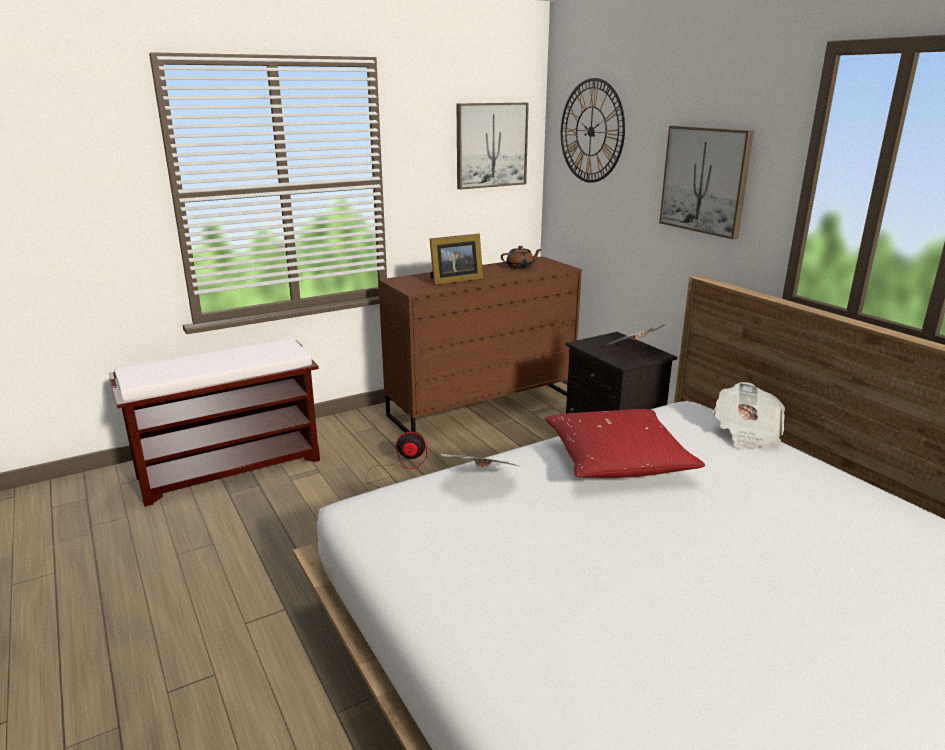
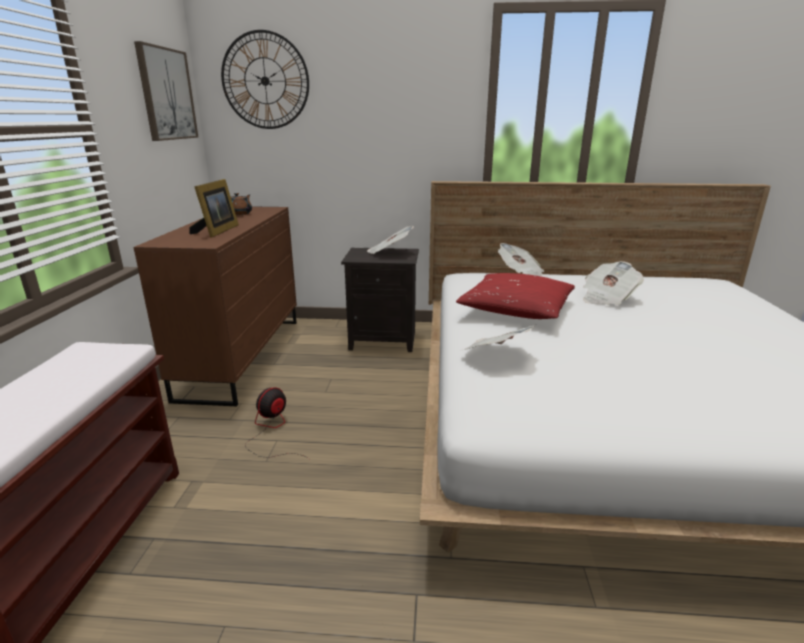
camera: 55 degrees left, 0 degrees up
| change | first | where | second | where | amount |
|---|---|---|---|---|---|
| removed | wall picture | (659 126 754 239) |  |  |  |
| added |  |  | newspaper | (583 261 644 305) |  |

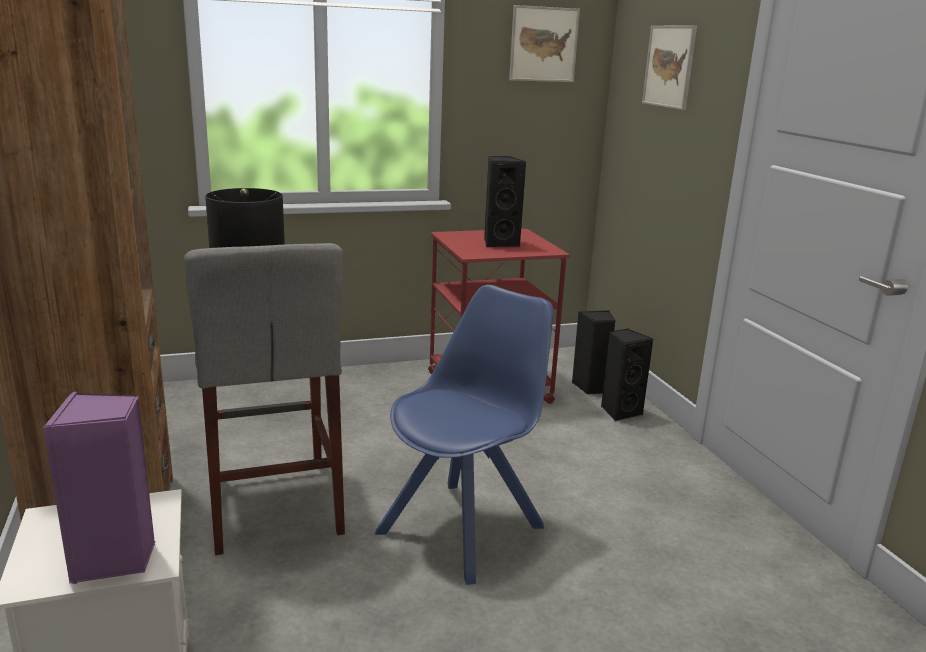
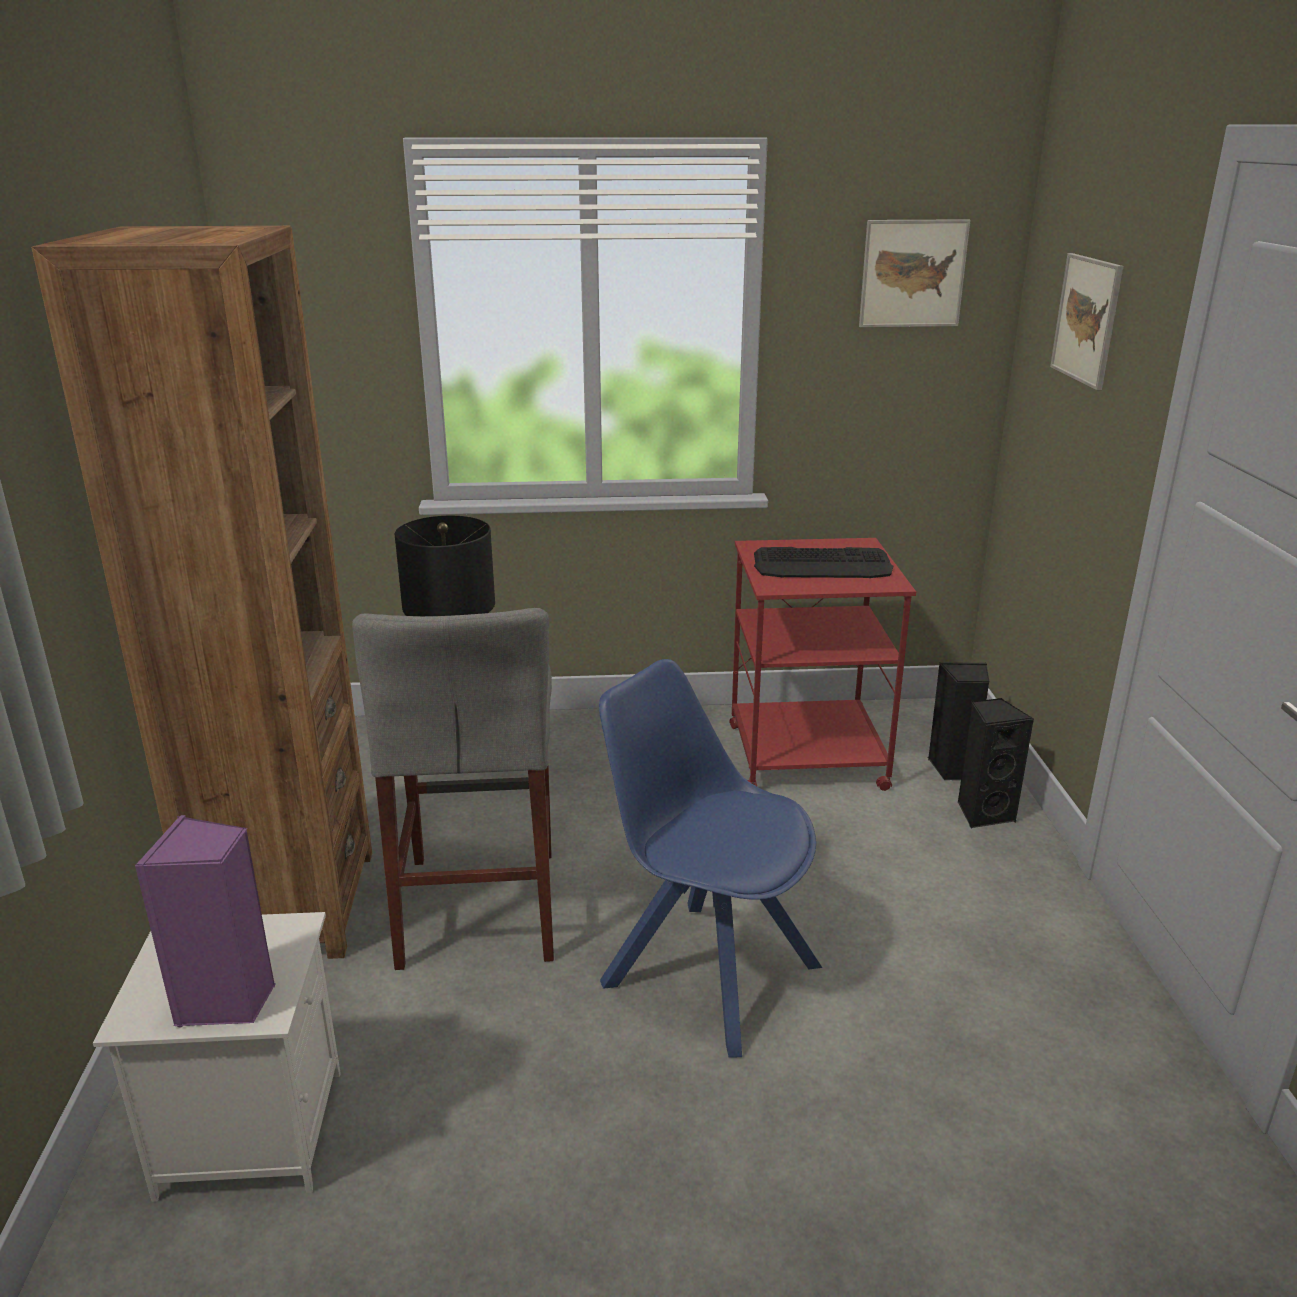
camera: 15 degrees right, 5 degrees up
| change | first | where | second | where | amount |
|---|---|---|---|---|---|
| turned | plain chair/blue-coloured | (375 285 553 585) |  | (599 659 822 1058) | 105 degrees counterclockwise |
| replaced | loudspeaker/black | (484 156 526 247) | keyboard | (754 547 893 578) |  |

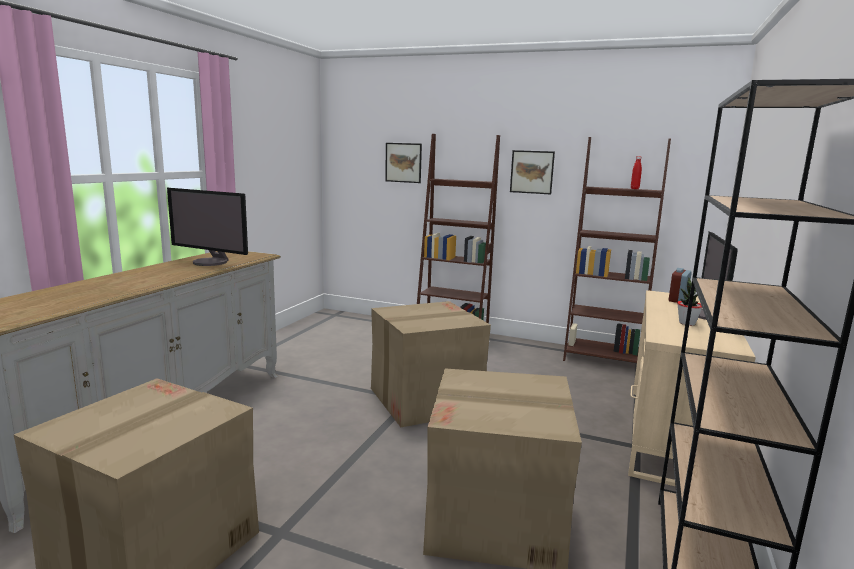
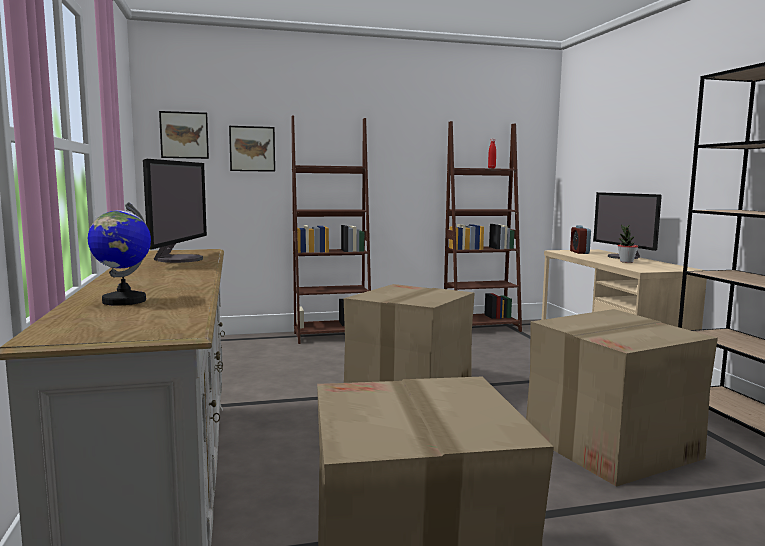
camera: 35 degrees left, 5 degrees down
| change | first | where | second | where | amount |
|---|---|---|---|---|---|
| turned | monitor | (167 188 248 266) |  | (143 159 207 263) | 75 degrees counterclockwise |
| moved | wall picture | (510 150 555 194) |  | (159 111 209 159) |  |
| added |  |  | globe | (88 202 151 306) |  |

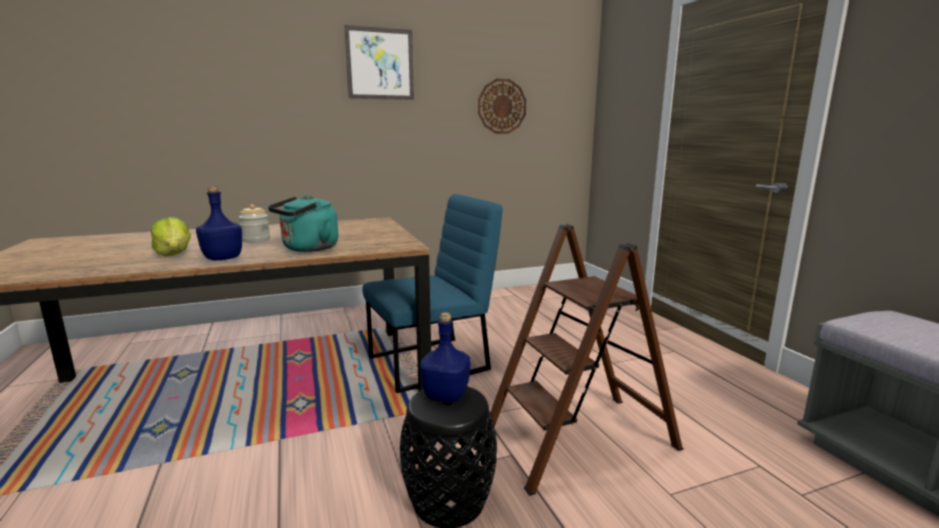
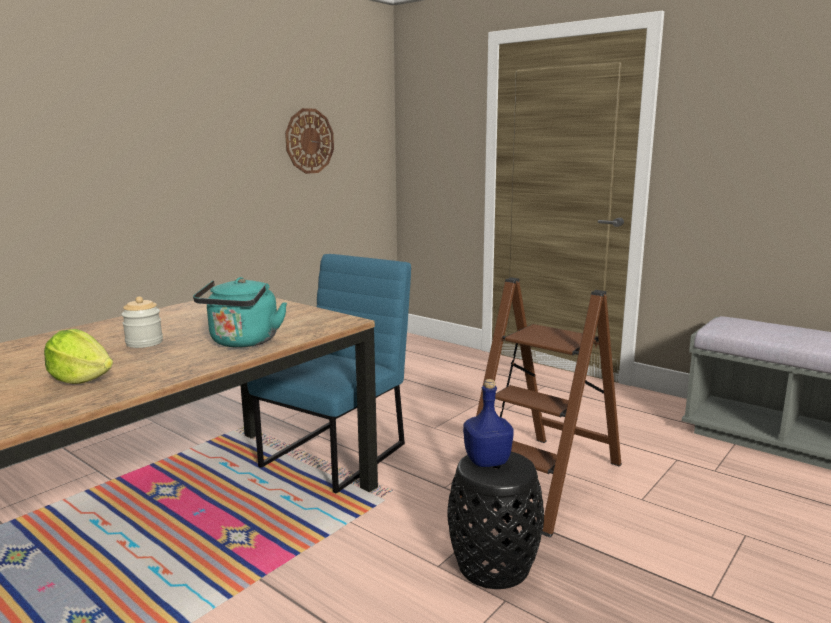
camera: 30 degrees left, 0 degrees up
| change | first | where | second | where | amount |
|---|---|---|---|---|---|
| removed | drink bottle/blue-coloured | (196 186 242 260) |  |  |  |
| removed | wall picture | (344 25 414 100) |  |  |  |

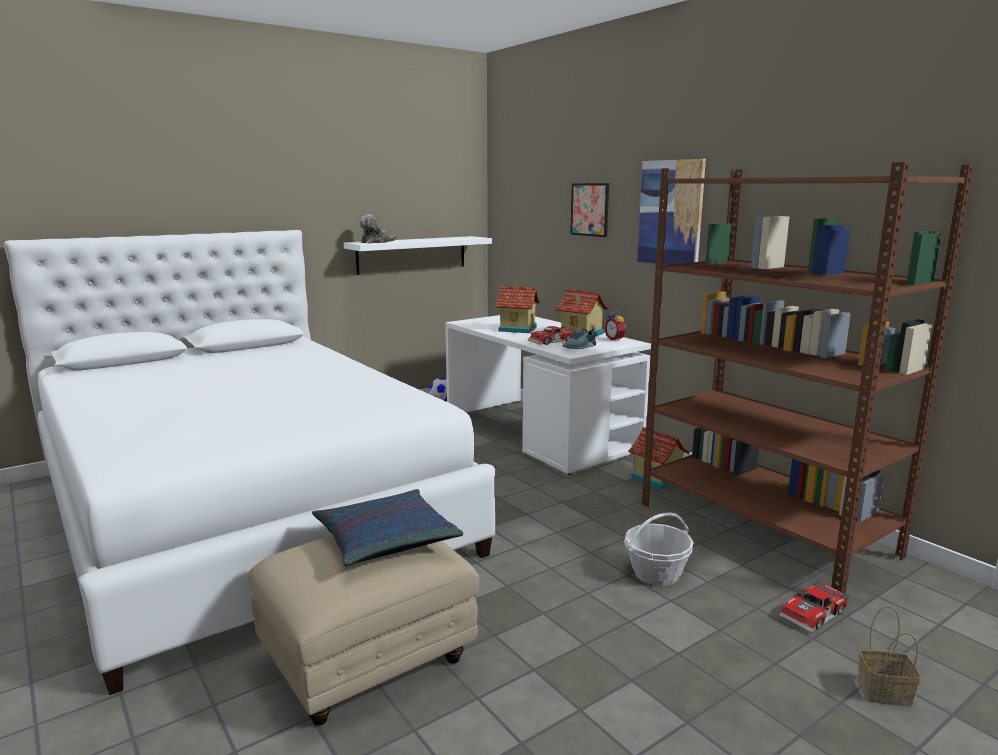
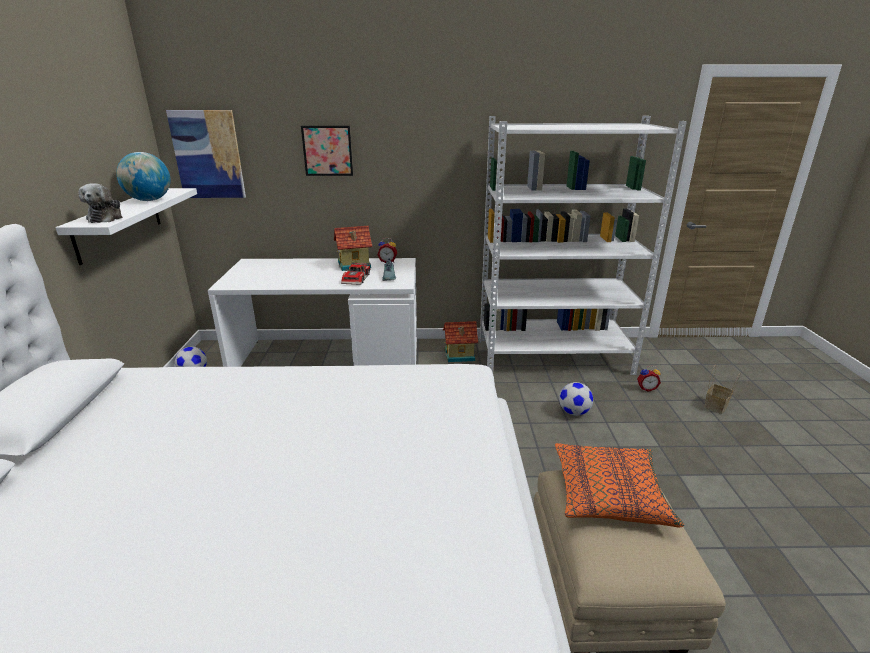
camera: 55 degrees left, 10 degrees up
| change | first | where | second | where | amount |
|---|---|---|---|---|---|
| recoloured | cushion/blue-coloured | (312 489 463 567) | cushion/orange-coloured | (555 443 684 527) |  |
| removed | model house | (495 286 540 333) |  |  |  |
| replaced | household basket | (624 513 694 586) | ball for football | (559 382 593 416) |  |
| moved | wall picture | (637 159 706 265) |  | (166 110 246 198) |  |
| recoloured | bookshelf/brownish | (642 162 974 598) | bookshelf/white-coloured | (480 116 687 375) |  |
| replaced | miniature car | (779 580 850 633) | bedside clock | (637 366 661 392) |  |
| added |  |  | globe | (116 152 170 201) |  |

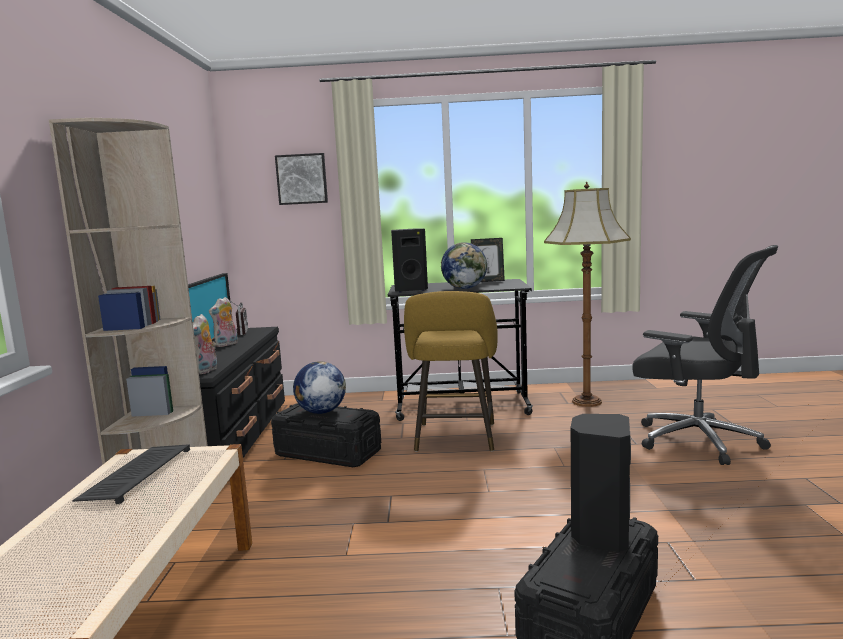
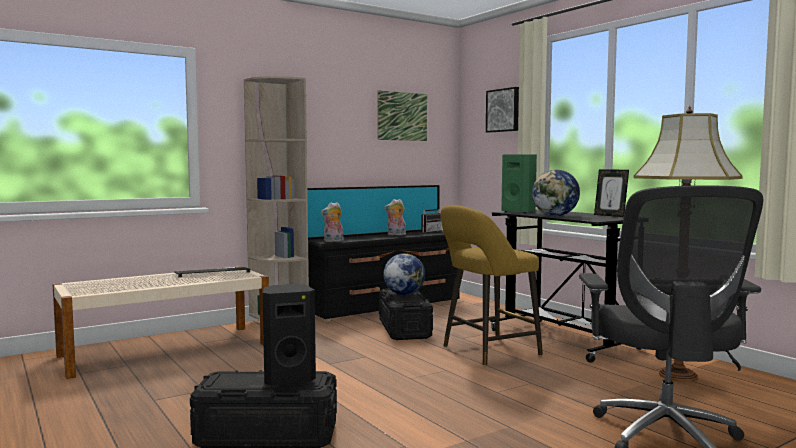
camera: 55 degrees right, 5 degrees down
| change | first | where | second | where | amount |
|---|---|---|---|---|---|
| recoloured | loudspeaker/black | (391 228 428 293) | loudspeaker/green-coloured | (501 154 537 213) |  |
| added |  |  | wall picture | (377 90 427 141) |  |

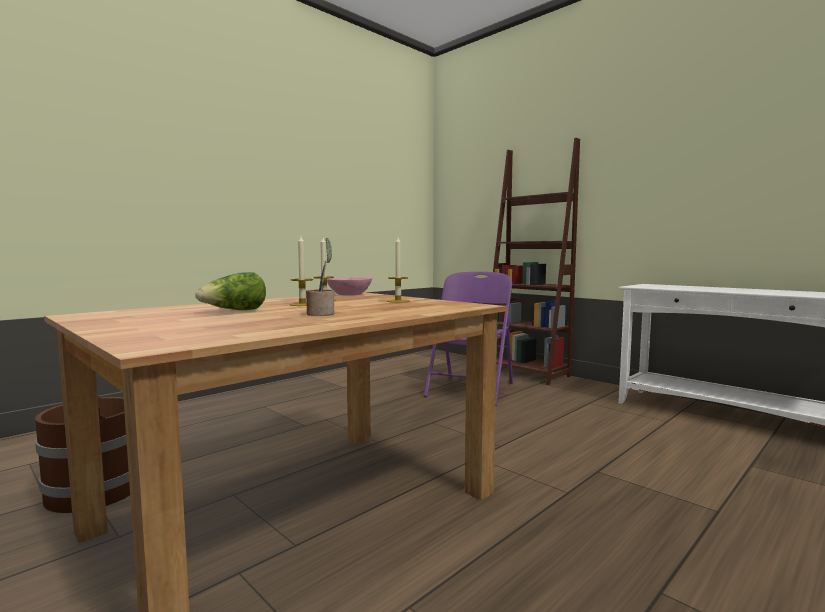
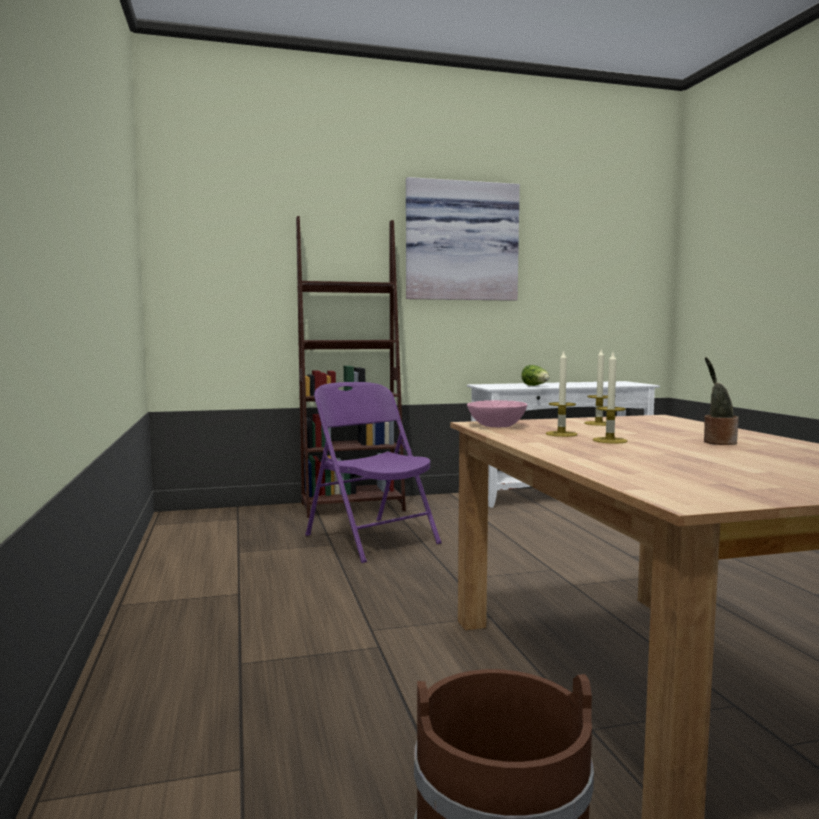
camera: 60 degrees left, 0 degrees up
| change | first | where | second | where | amount |
|---|---|---|---|---|---|
| moved | lettuce head | (195 272 266 310) |  | (521 365 550 386) |  |
| added |  |  | wall picture | (406 177 520 301) |  |

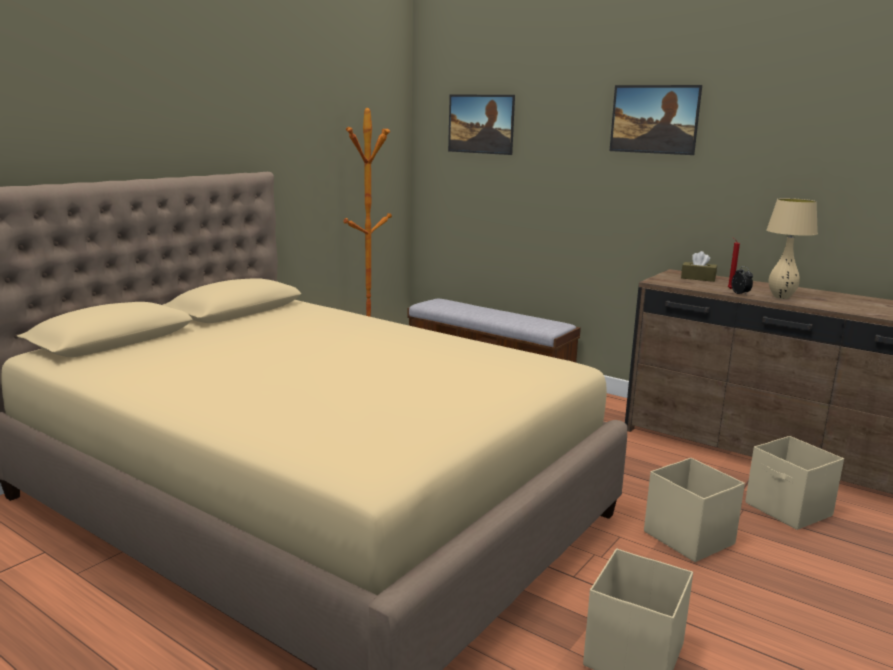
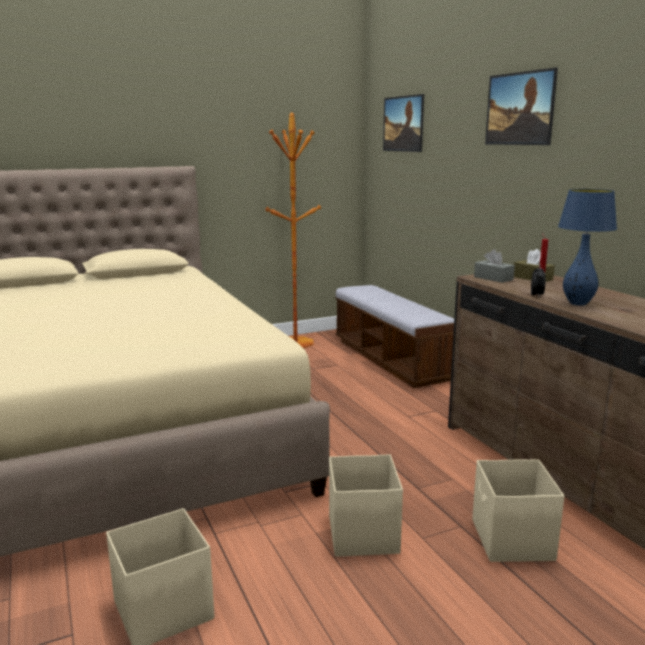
camera: 30 degrees right, 0 degrees up
| change | first | where | second | where | amount |
|---|---|---|---|---|---|
| recoloured | table lamp/beige | (766 198 818 299) | table lamp/blue-coloured | (558 189 617 305) |  |
| added |  |  | box of tissues/greyish | (474 249 515 283) |  |

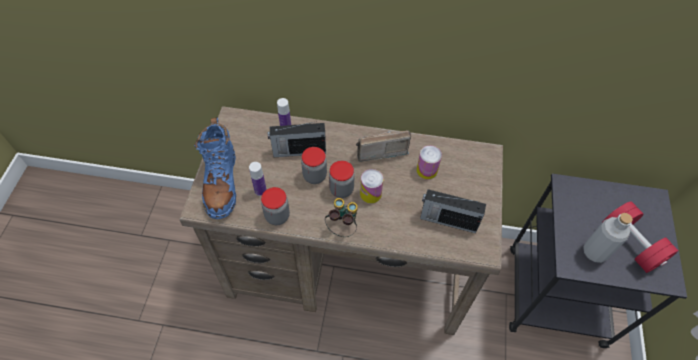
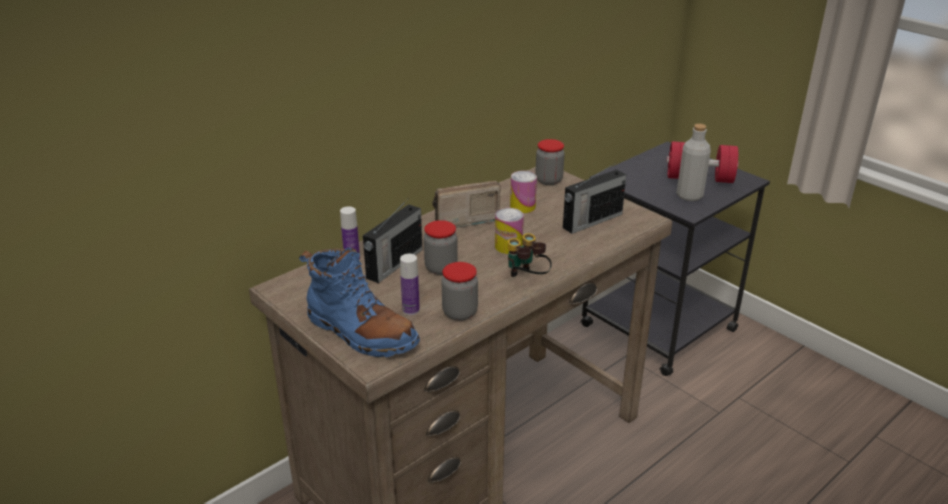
camera: 50 degrees left, 25 degrees down
| change | first | where | second | where | amount |
|---|---|---|---|---|---|
| moved | storage jar | (329 161 355 198) |  | (535 139 565 185) |  |
| turned | radio set | (356 130 411 162) |  | (432 181 501 228) | 45 degrees clockwise |

